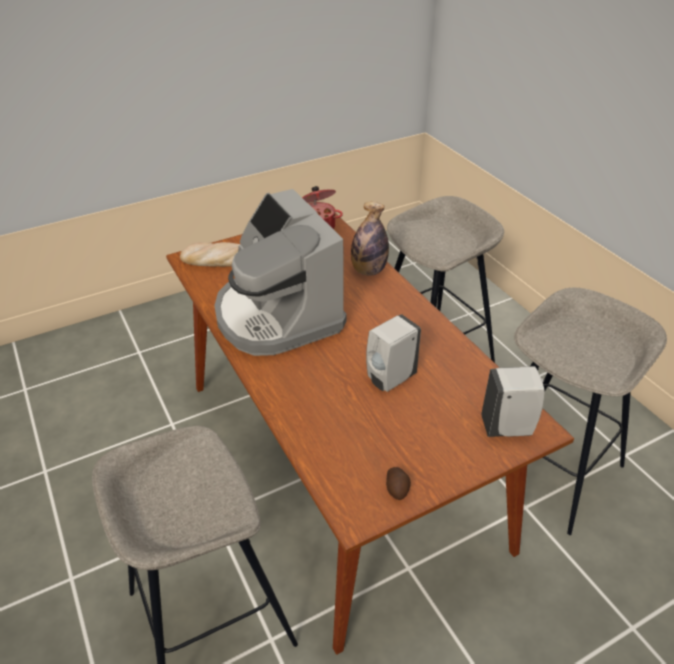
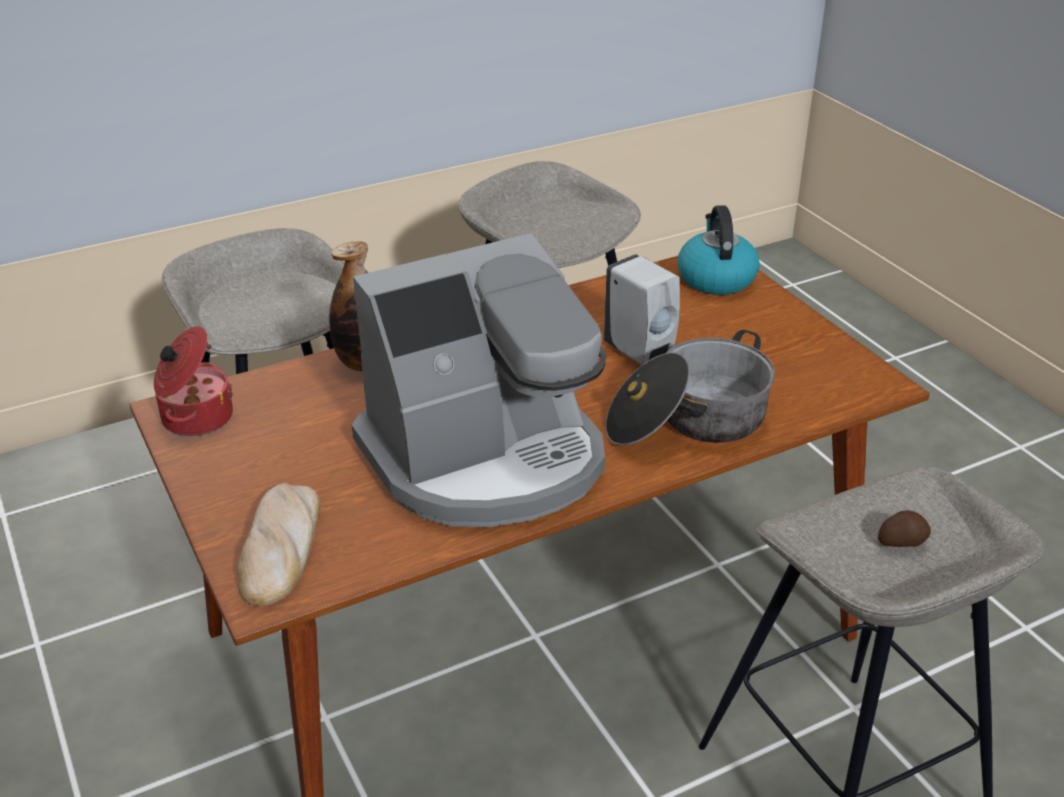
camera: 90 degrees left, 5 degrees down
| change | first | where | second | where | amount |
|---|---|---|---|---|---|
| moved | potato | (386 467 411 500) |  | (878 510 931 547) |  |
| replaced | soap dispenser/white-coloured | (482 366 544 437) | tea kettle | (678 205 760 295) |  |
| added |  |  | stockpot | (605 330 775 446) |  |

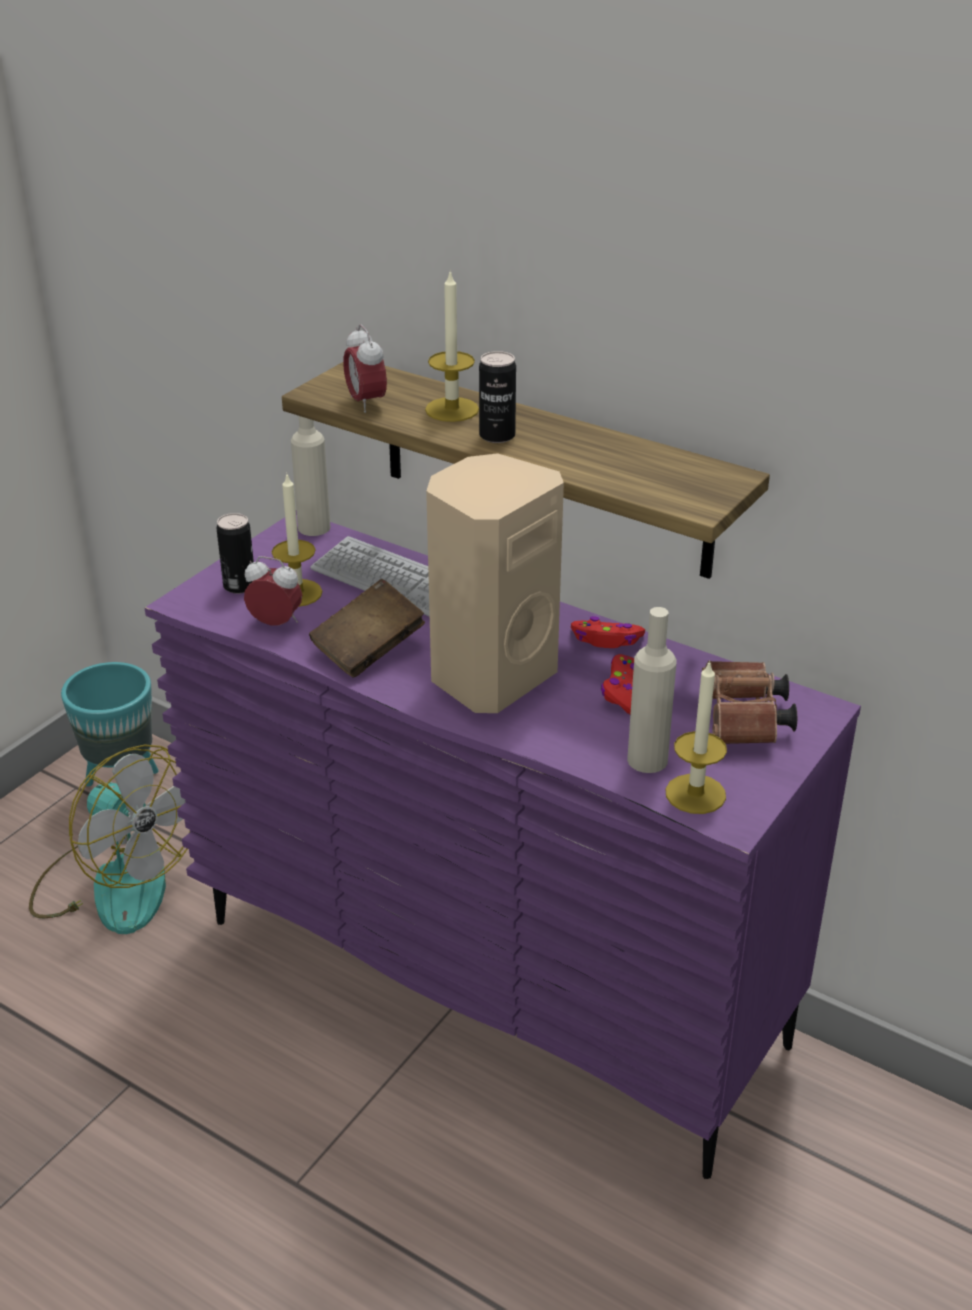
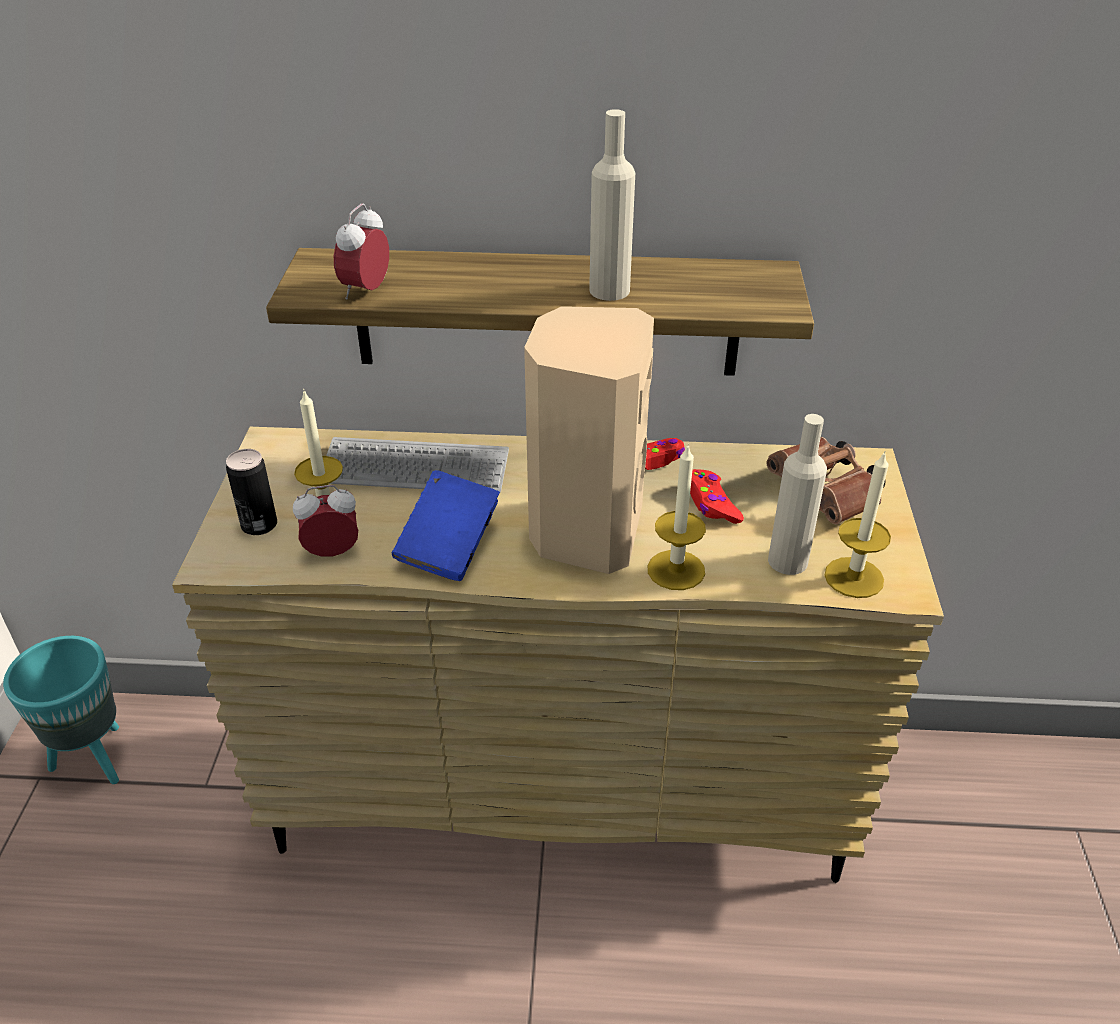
camera: 30 degrees left, 5 degrees up
| change | first | where | second | where | amount |
|---|---|---|---|---|---|
| removed | electric fan | (29 745 190 934) |  |  |  |
| recoloured | dresser/purple-coloured | (145 511 861 1179) | dresser/beige | (172 427 944 883) |  |
| moved | drink bottle/beige | (291 416 330 536) |  | (589 109 635 301) |  |
| recoloured | book/brownish | (309 579 425 678) | book/blue-coloured | (392 470 500 581) |  |
| turned | bedside clock | (343 324 387 413) |  | (334 203 389 300) | 75 degrees clockwise |
| moved | wax light | (425 269 479 422) |  | (648 444 706 590) |  |
| removed | metal can | (479 351 516 443) |  |  |  |

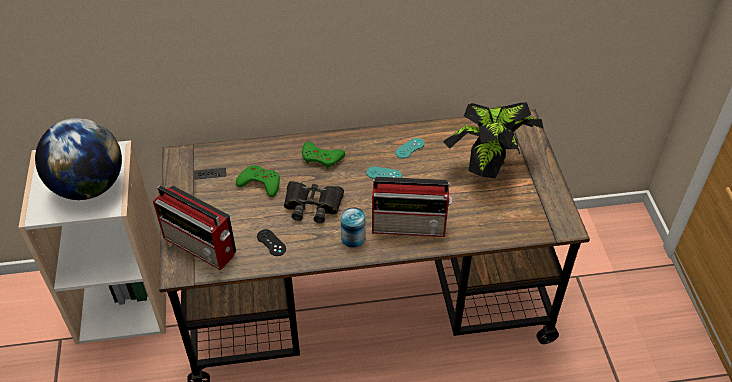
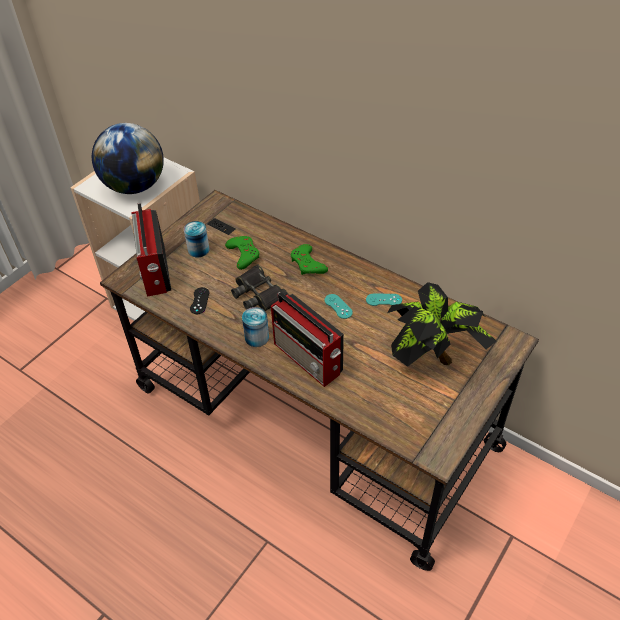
camera: 45 degrees right, 0 degrees up
| change | first | where | second | where | amount |
|---|---|---|---|---|---|
| added |  |  | metal can | (184 221 210 257) |  |

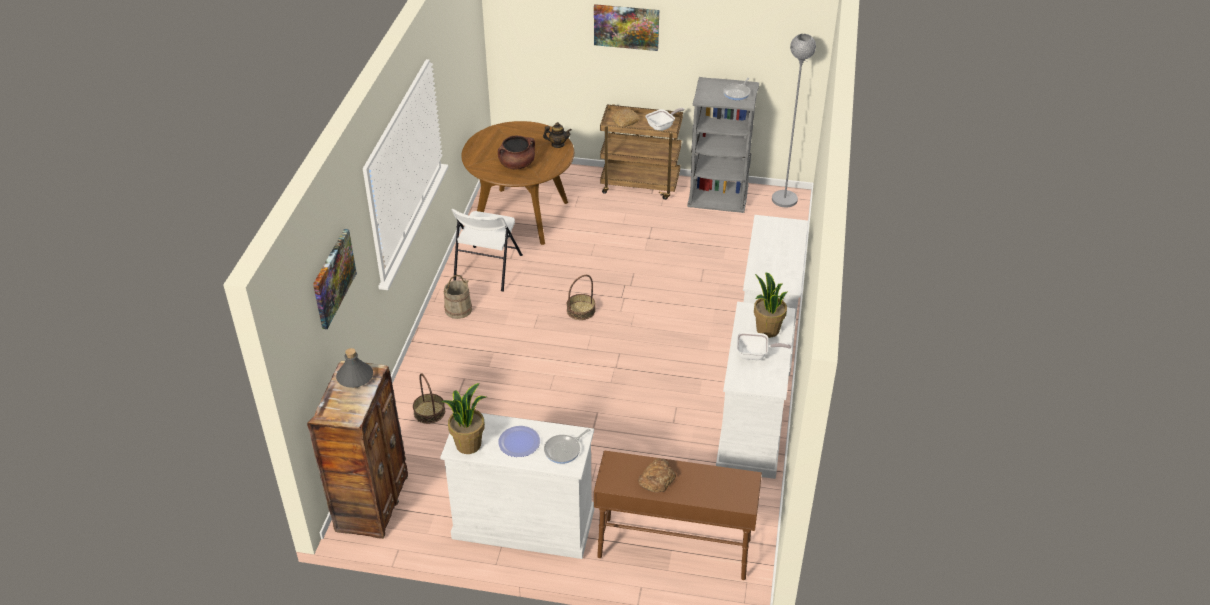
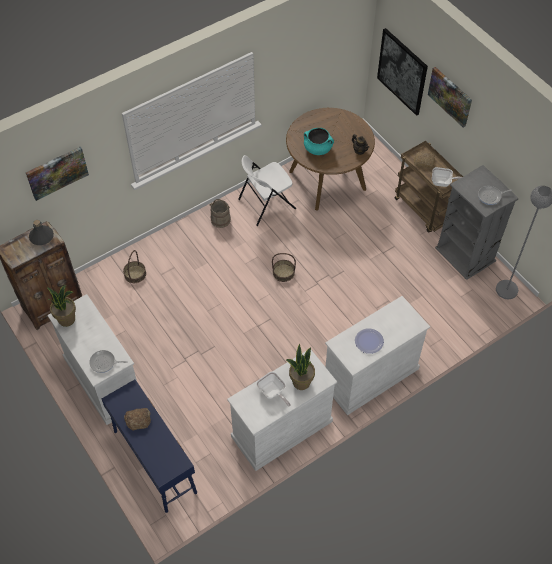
camera: 45 degrees right, 15 degrees up
| change | first | where | second | where | amount |
|---|---|---|---|---|---|
| recoloured | stockpot/brownish | (498 135 535 169) | stockpot/turquoise | (304 128 334 155) |  |
| moved | flat dish | (498 426 540 457) |  | (355 328 384 354) |  |
| recoloured | narrow table/brownish | (594 451 762 580) | narrow table/blue-coloured | (102 379 197 513) |  |
| added |  |  | wall picture | (377 28 428 116) |  |

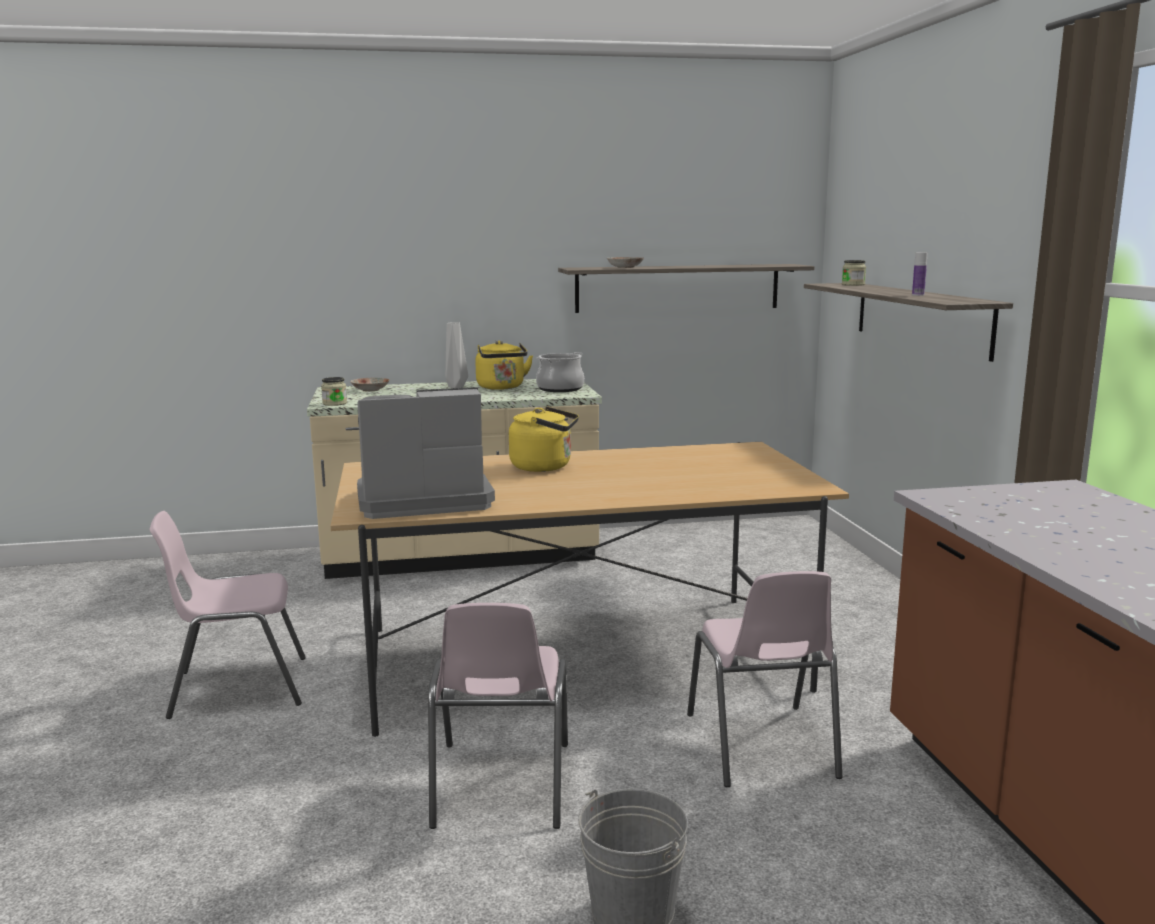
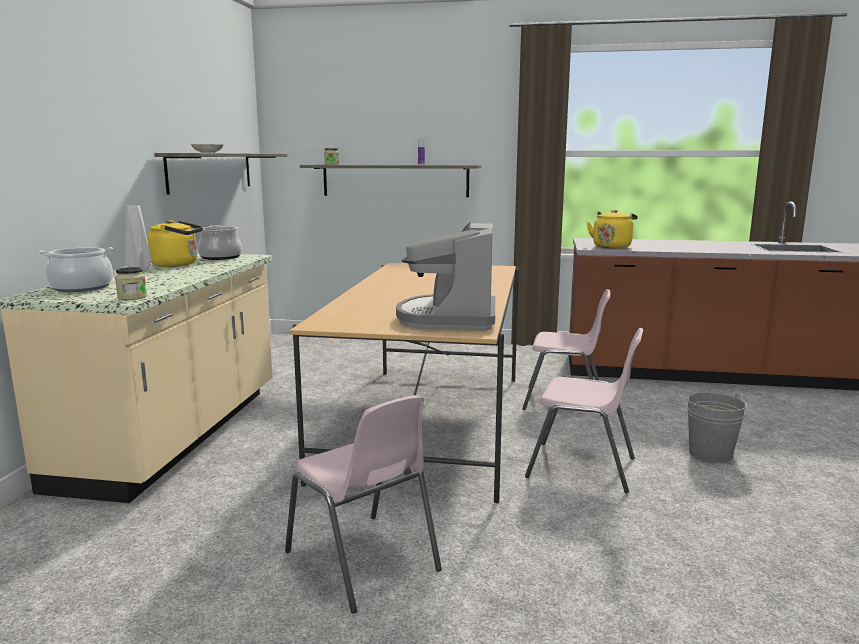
camera: 70 degrees left, 0 degrees up
| change | first | where | second | where | amount |
|---|---|---|---|---|---|
| turned | plain chair/pink | (150 511 306 719) |  | (285 395 442 613) | 45 degrees counterclockwise |
| replaced | flat dish | (350 378 389 391) | stockpot | (39 247 113 292) |  |
| moved | tea kettle/yellowish | (509 407 579 472) |  | (587 210 638 249) |  |

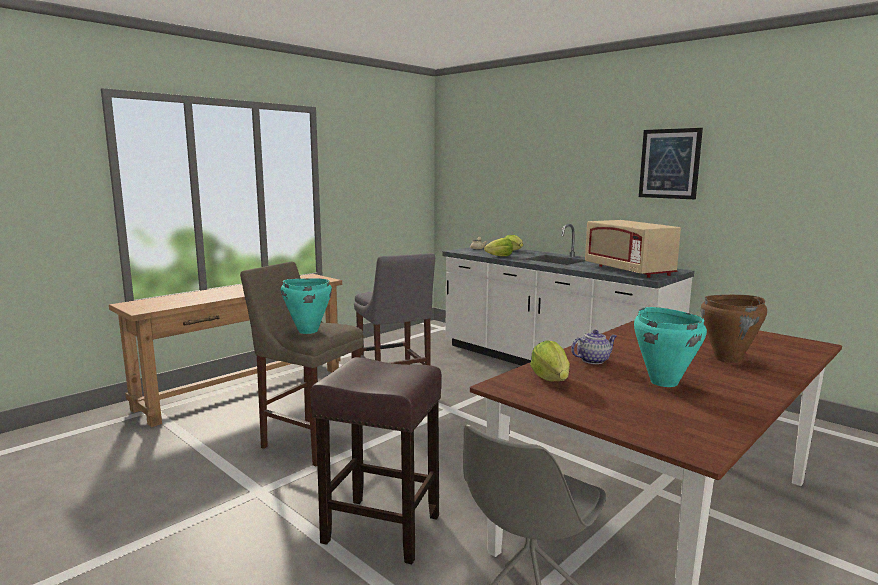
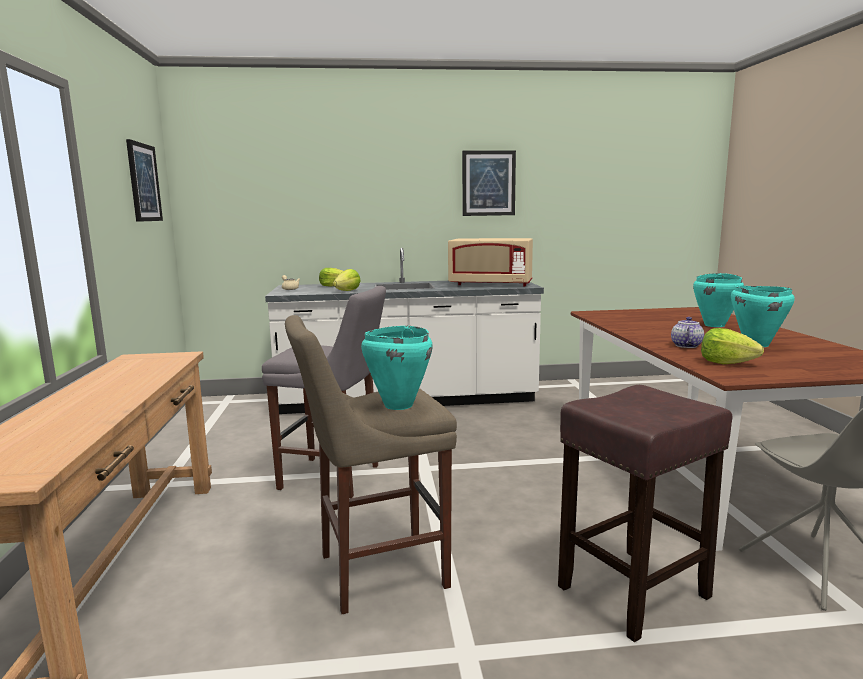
camera: 50 degrees left, 0 degrees up
| change | first | where | second | where | amount |
|---|---|---|---|---|---|
| recoloured | stockpot/brownish | (701 295 767 363) | stockpot/turquoise | (693 273 744 327) |  |
| added |  |  | wall picture | (126 139 163 222) |  |

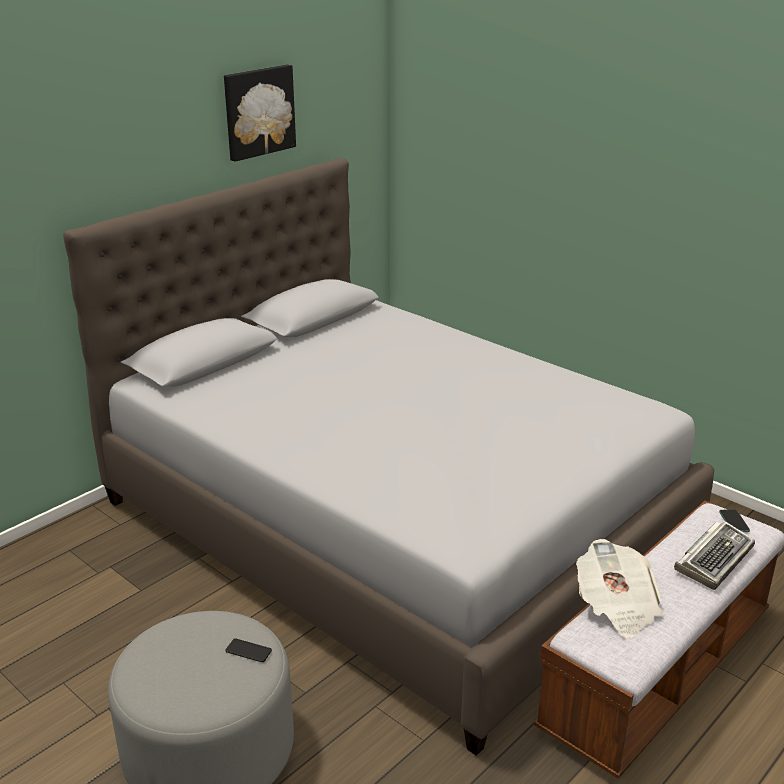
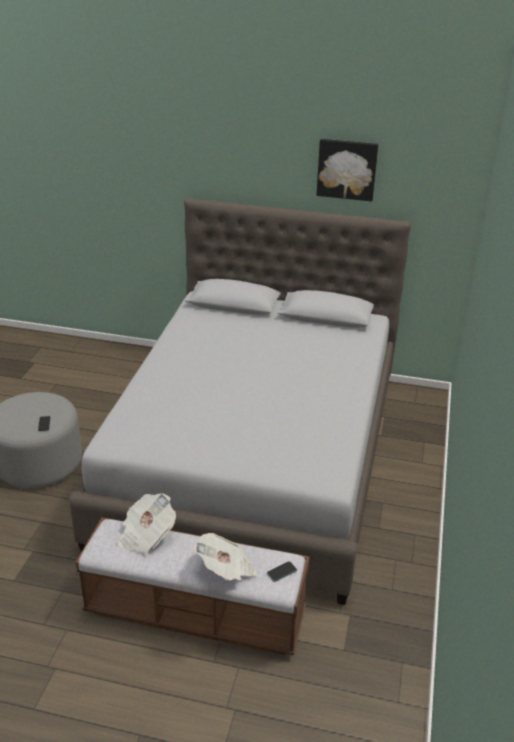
camera: 60 degrees right, 5 degrees up
| change | first | where | second | where | amount |
|---|---|---|---|---|---|
| replaced | keyboard | (674 521 755 590) | newspaper | (193 533 258 581) |  |

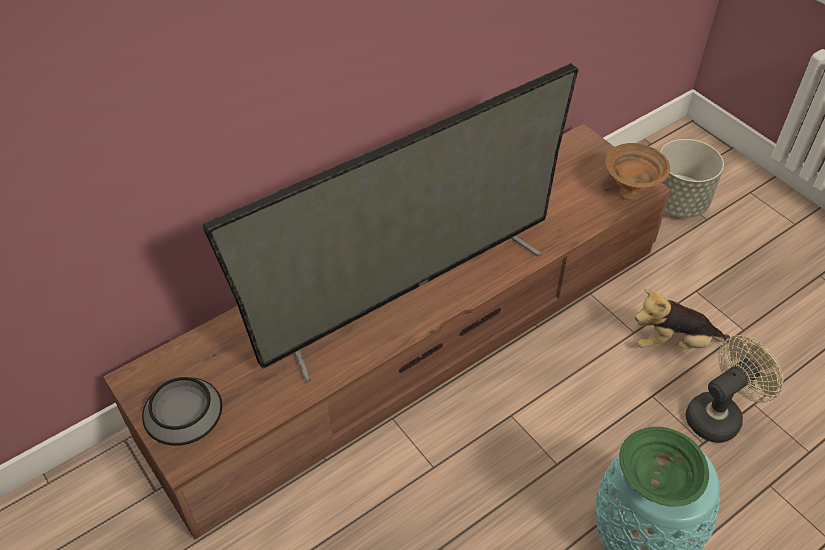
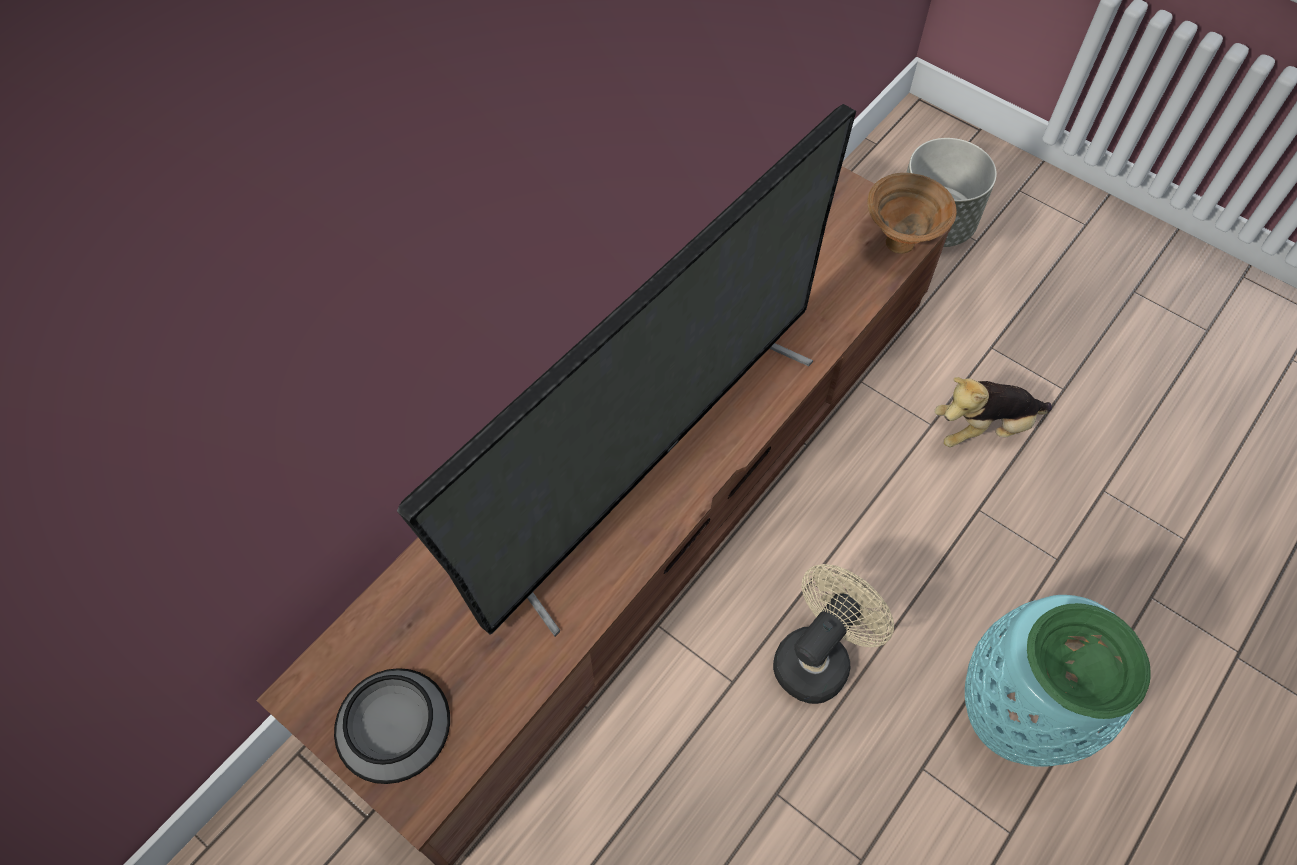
camera: 15 degrees left, 10 degrees up
| change | first | where | second | where | amount |
|---|---|---|---|---|---|
| moved | electric fan/beige | (685 335 783 443) |  | (773 564 894 704) |  |

